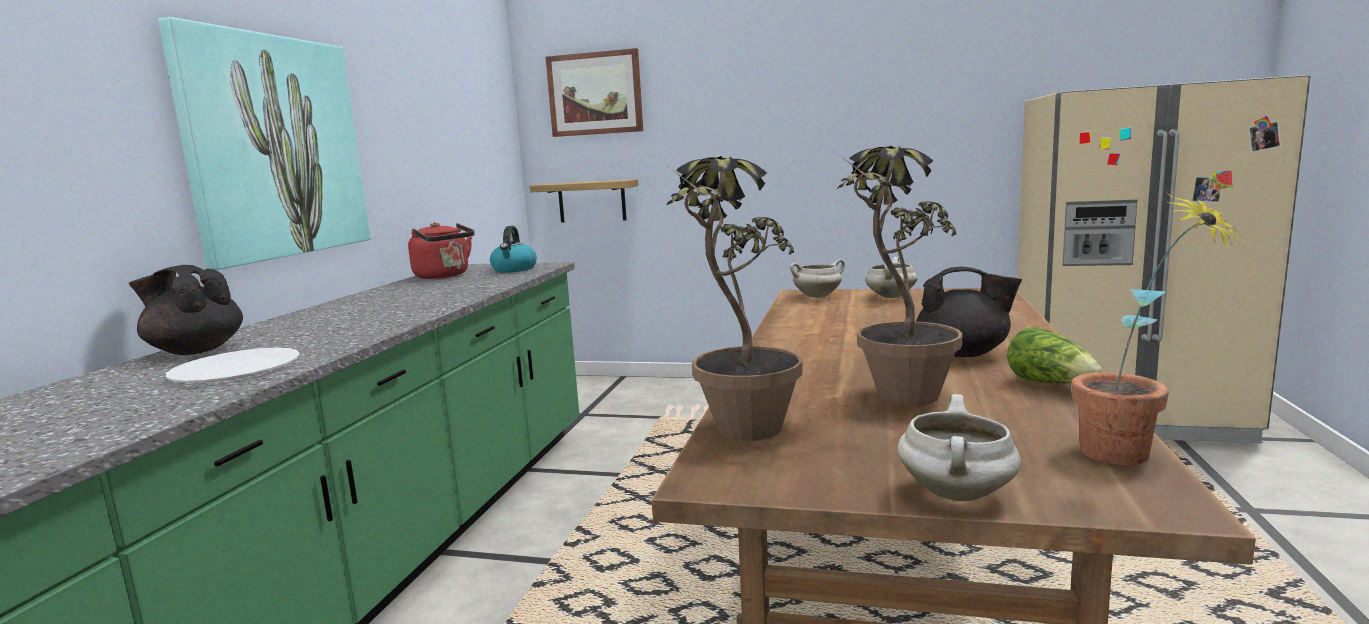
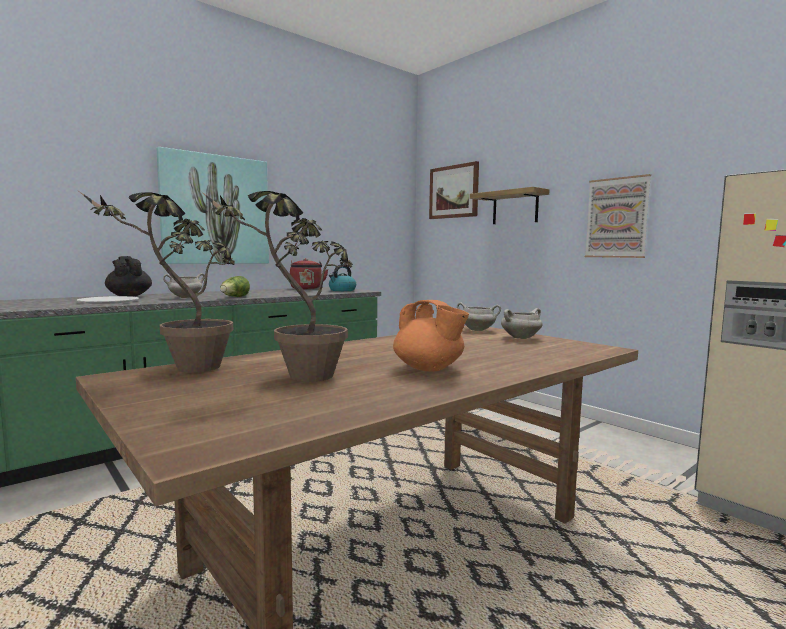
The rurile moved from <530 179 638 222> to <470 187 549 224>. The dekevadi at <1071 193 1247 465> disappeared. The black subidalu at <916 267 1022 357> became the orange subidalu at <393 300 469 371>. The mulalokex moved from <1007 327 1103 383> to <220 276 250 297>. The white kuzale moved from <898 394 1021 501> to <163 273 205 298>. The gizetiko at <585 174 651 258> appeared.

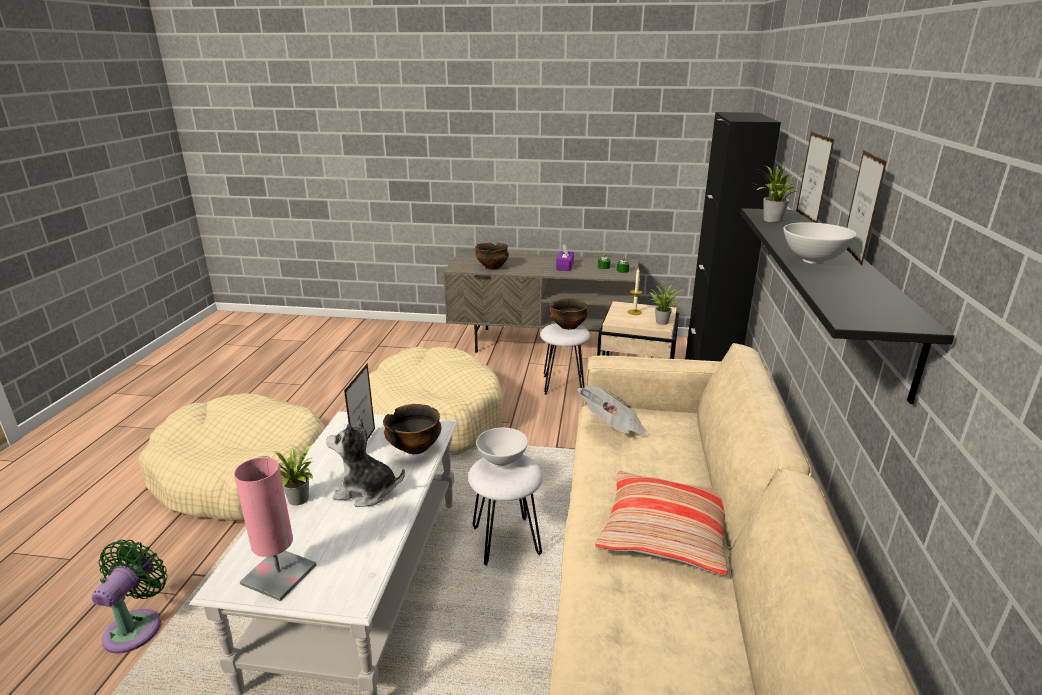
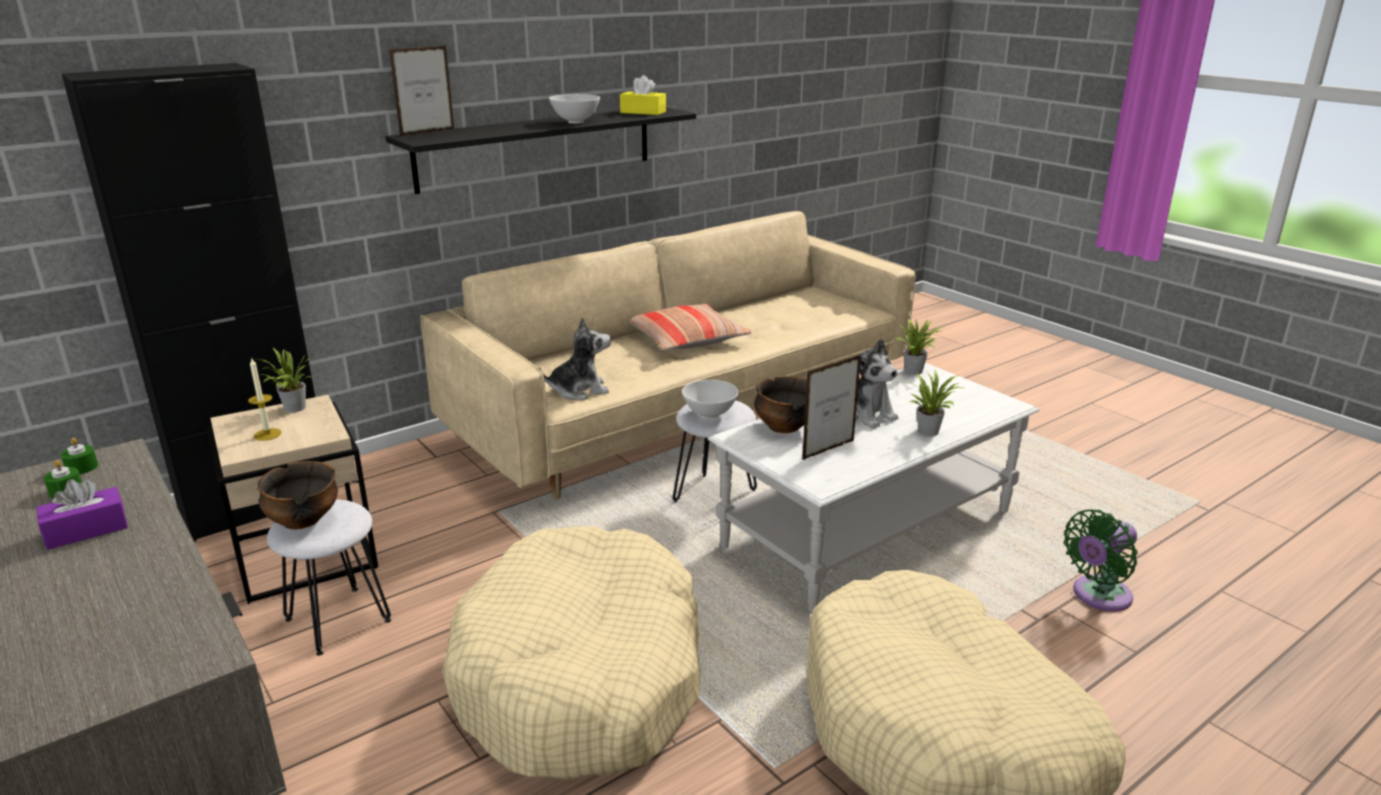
The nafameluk at <846 150 887 265> disappeared. The dekevadi moved from <756 166 805 223> to <895 318 945 375>. The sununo at <475 243 509 270> disappeared. The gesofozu at <577 385 649 436> was replaced by the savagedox at <539 317 611 400>. The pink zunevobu at <234 457 317 601> disappeared. The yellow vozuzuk at <620 75 666 115> appeared.

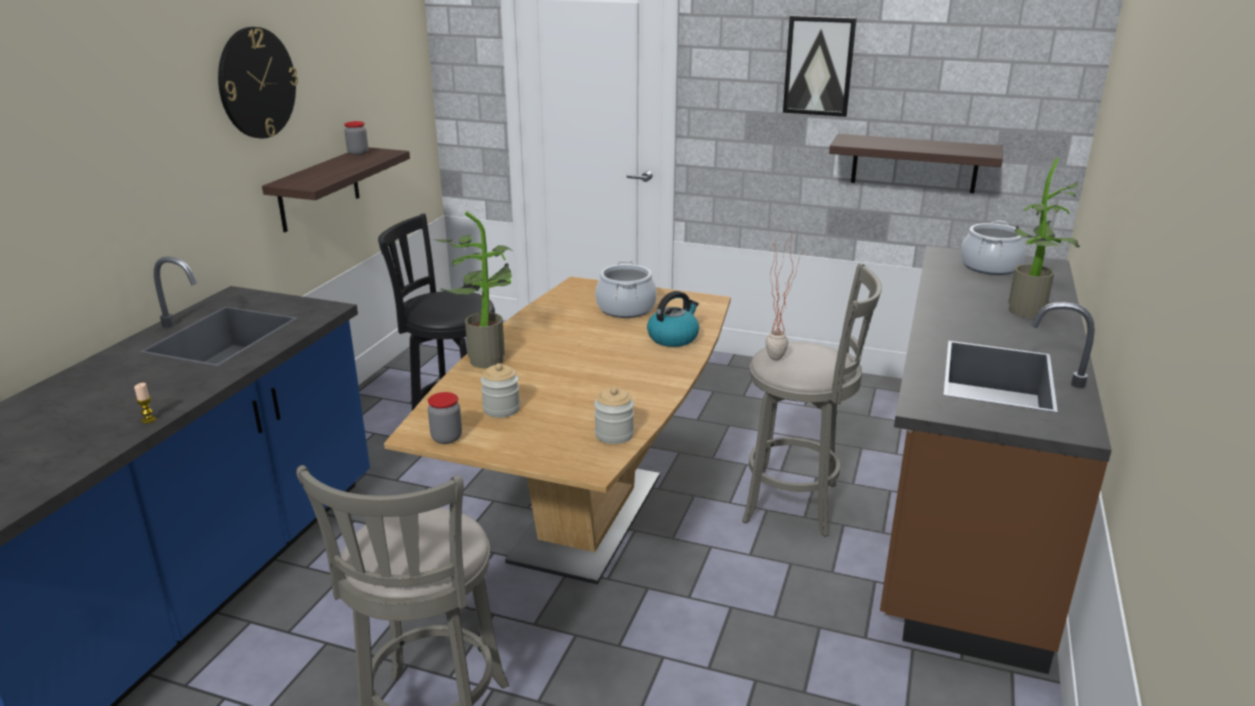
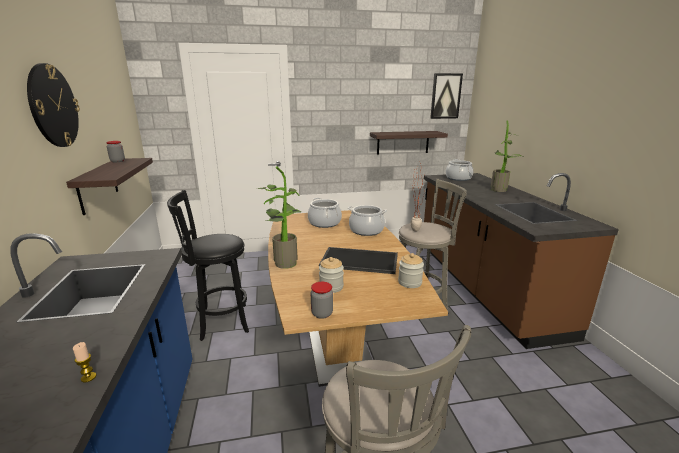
The gizetiko moved from <783 15 857 117> to <430 73 463 119>. The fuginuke at <647 291 699 347> was replaced by the kuzale at <348 205 387 236>. The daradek at <319 247 398 274> appeared.

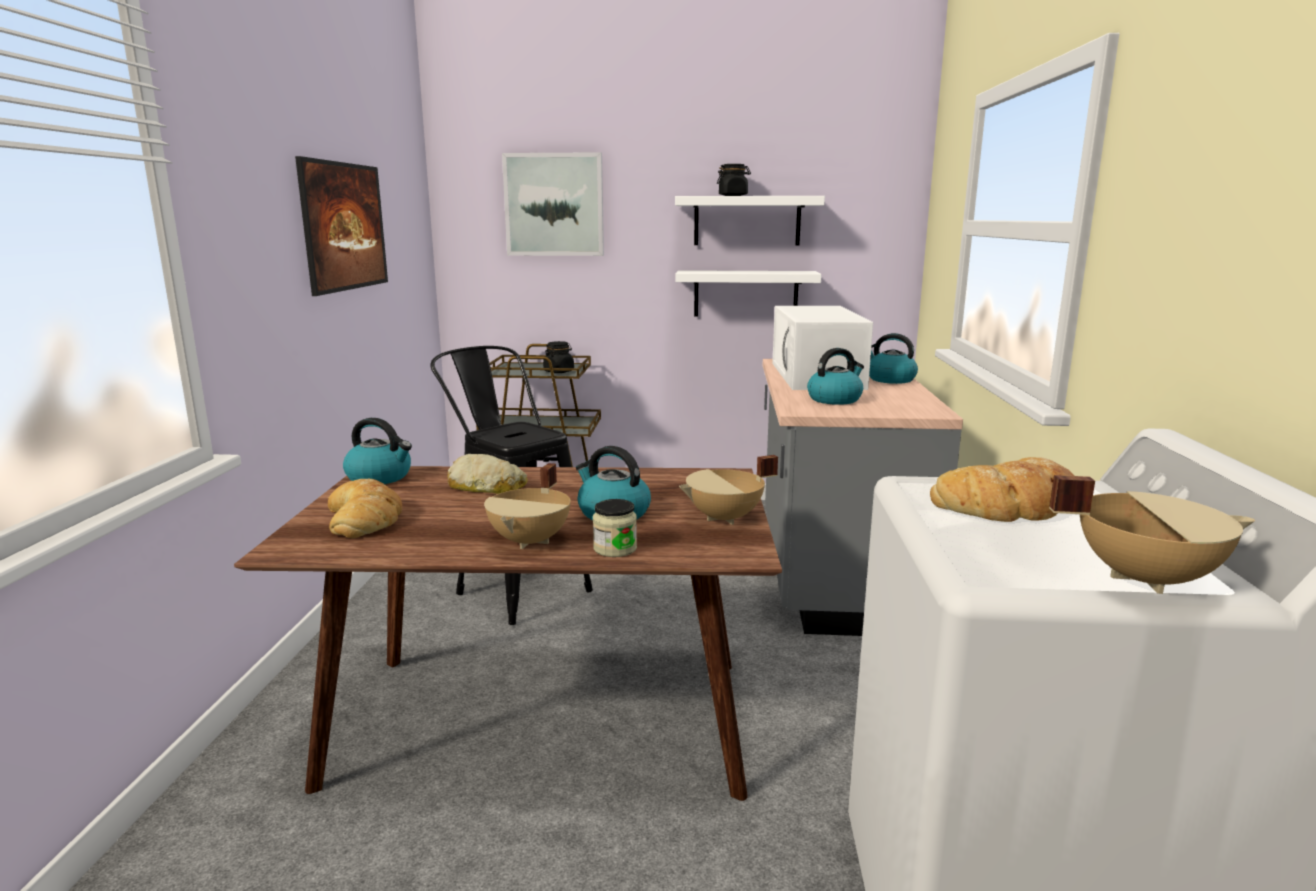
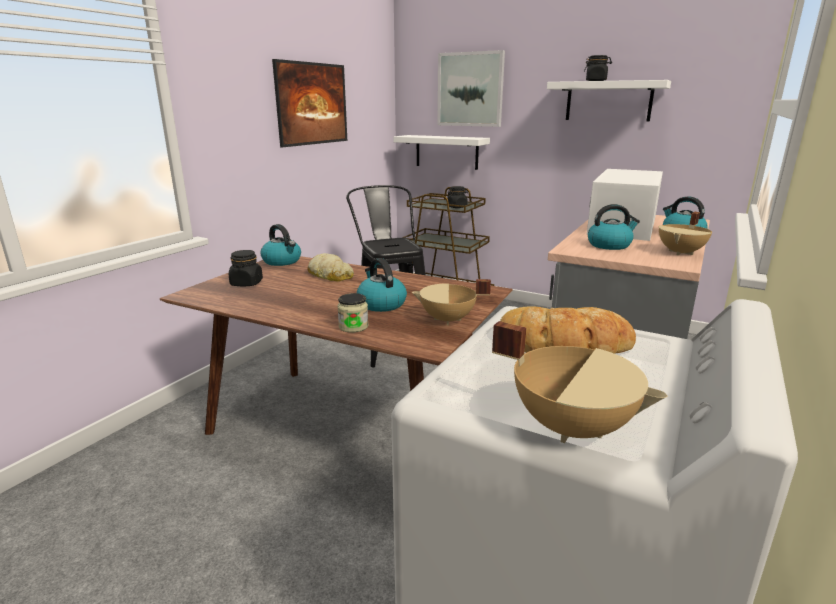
The white rurile moved from <675 270 822 317> to <394 135 490 170>. The beige kuzale moved from <484 463 571 549> to <659 212 712 255>. The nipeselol at <328 478 402 538> was replaced by the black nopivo at <229 250 263 286>.

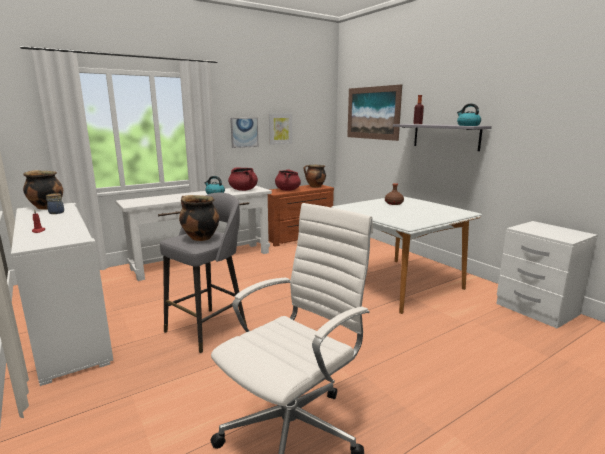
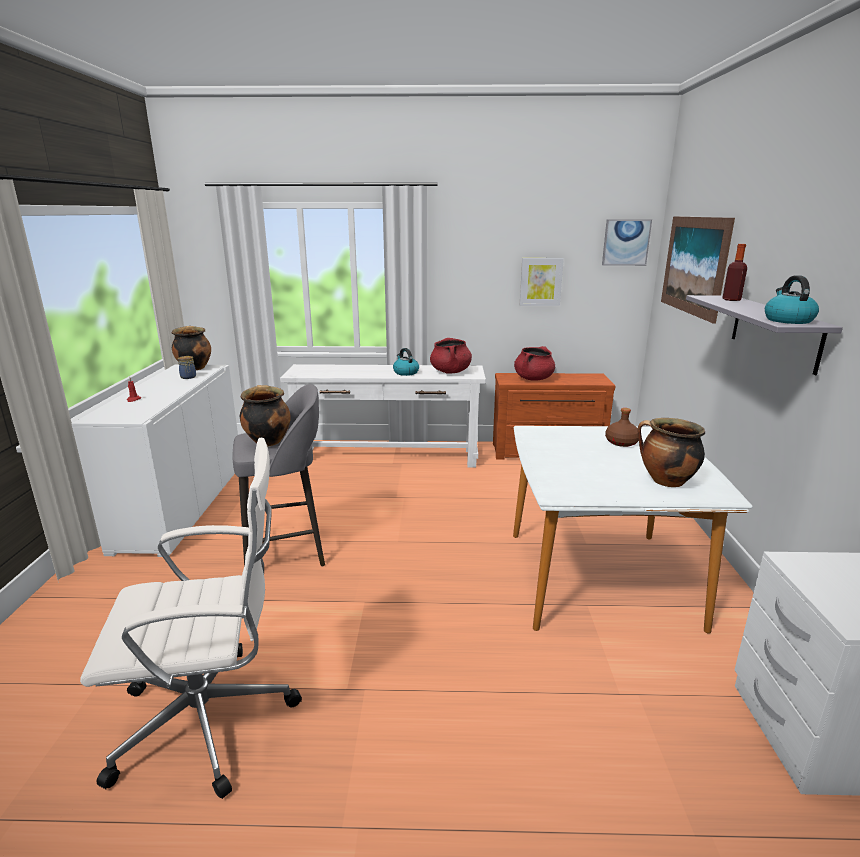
The gizetiko moved from <230 118 258 148> to <602 219 652 266>. The kuzale moved from <304 165 326 188> to <638 418 705 487>.

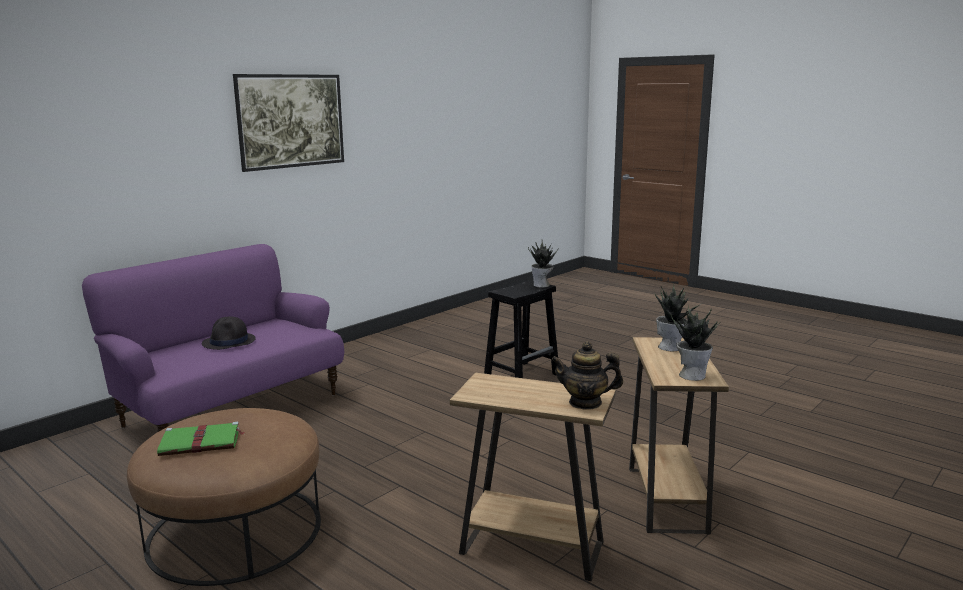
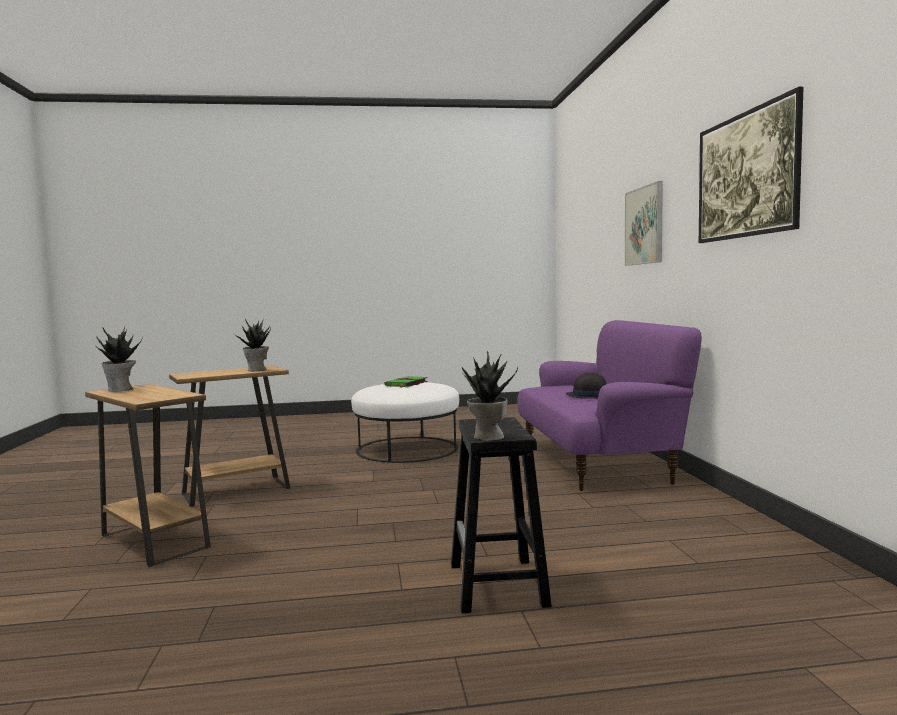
The dekevadi moved from <654 285 703 351> to <234 319 271 371>. The subidalu at <551 341 623 410> disappeared. The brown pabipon at <127 408 321 586> became the white pabipon at <351 382 459 463>. The gizetiko at <625 181 663 266> appeared.

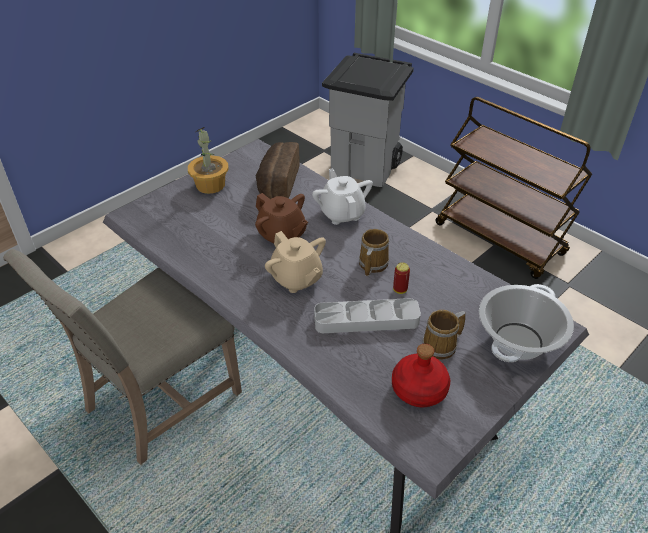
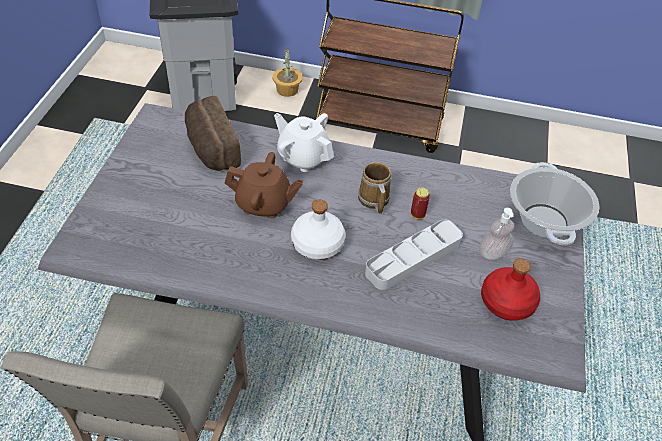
The dekevadi moved from <188 127 229 194> to <272 48 303 97>. The beige subidalu at <265 231 326 293> was replaced by the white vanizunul at <291 200 346 260>. The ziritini at <422 310 465 360> was replaced by the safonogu at <479 208 515 260>.

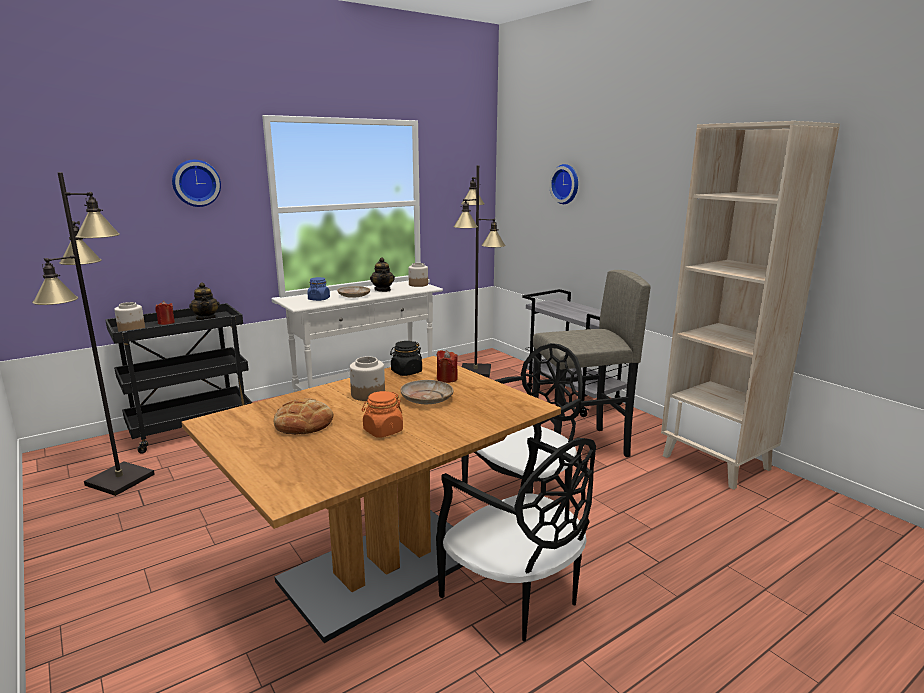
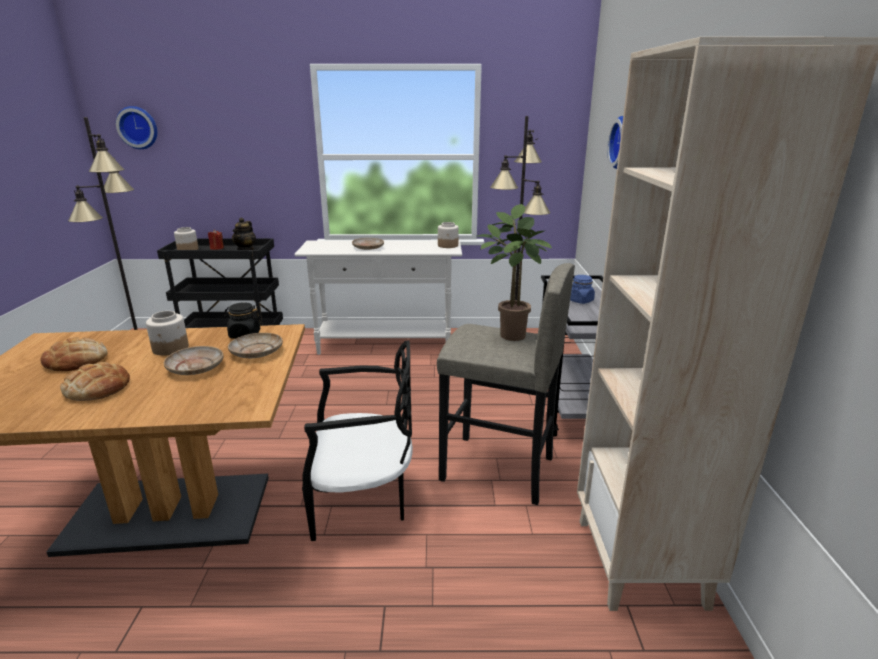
The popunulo moved from <172 160 221 207> to <116 106 157 149>. The subidalu at <370 257 395 292> disappeared. The blue nopivo moved from <307 277 330 301> to <570 275 595 304>. The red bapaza at <436 350 458 383> was replaced by the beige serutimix at <228 333 283 358>. The orange nopivo at <362 391 403 438> was replaced by the nipeselol at <60 362 130 401>. The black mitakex at <436 437 596 642> disappeared. The dekevadi at <477 204 552 341> appeared.

